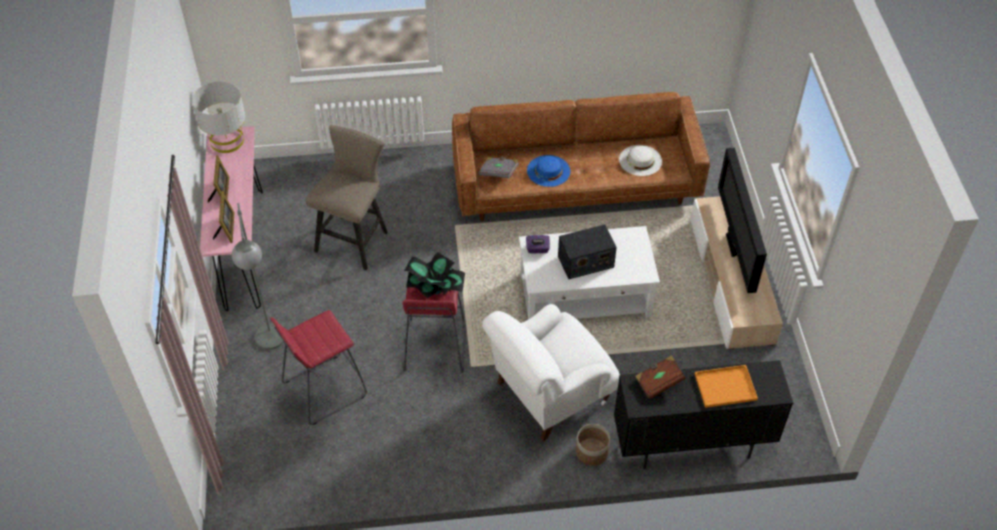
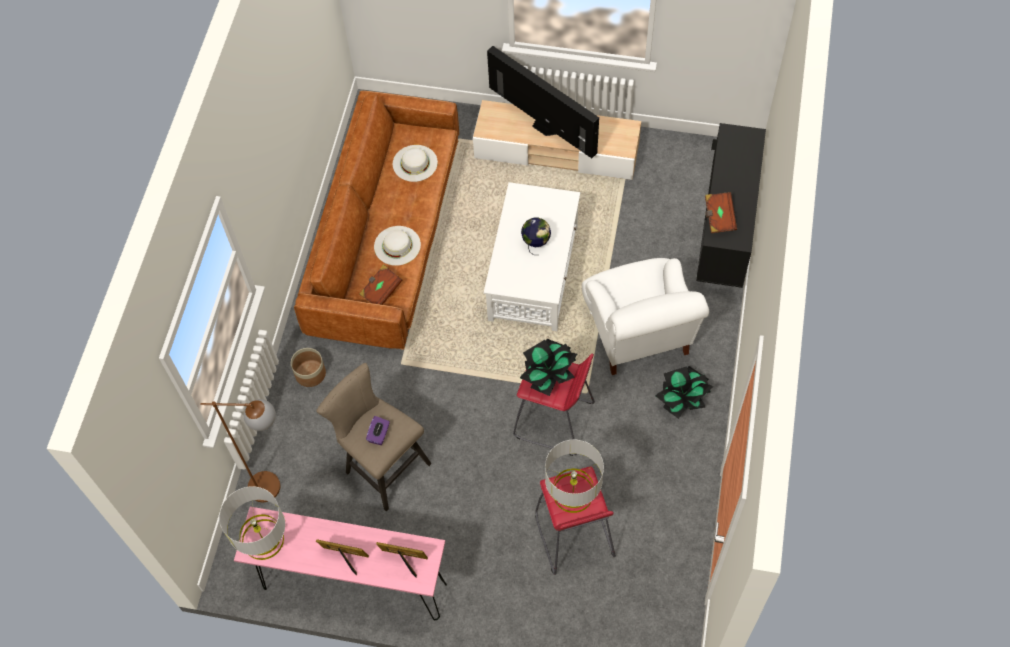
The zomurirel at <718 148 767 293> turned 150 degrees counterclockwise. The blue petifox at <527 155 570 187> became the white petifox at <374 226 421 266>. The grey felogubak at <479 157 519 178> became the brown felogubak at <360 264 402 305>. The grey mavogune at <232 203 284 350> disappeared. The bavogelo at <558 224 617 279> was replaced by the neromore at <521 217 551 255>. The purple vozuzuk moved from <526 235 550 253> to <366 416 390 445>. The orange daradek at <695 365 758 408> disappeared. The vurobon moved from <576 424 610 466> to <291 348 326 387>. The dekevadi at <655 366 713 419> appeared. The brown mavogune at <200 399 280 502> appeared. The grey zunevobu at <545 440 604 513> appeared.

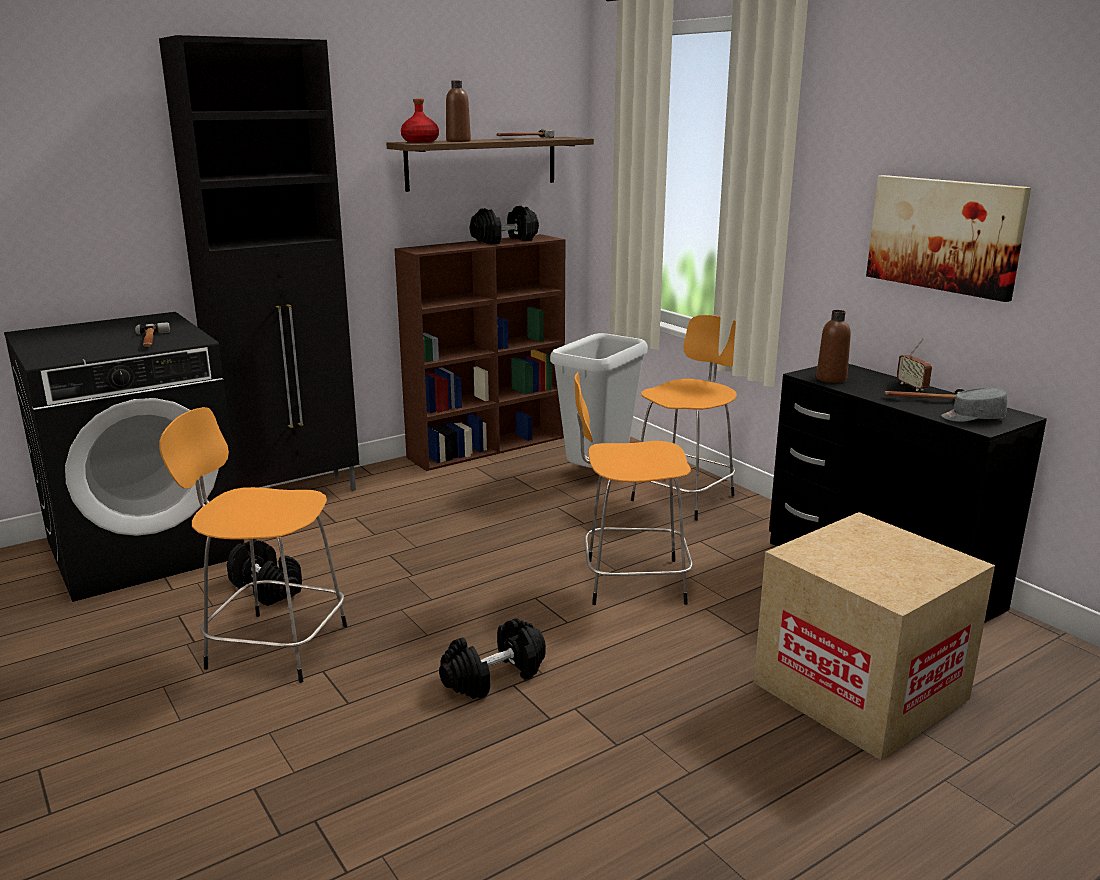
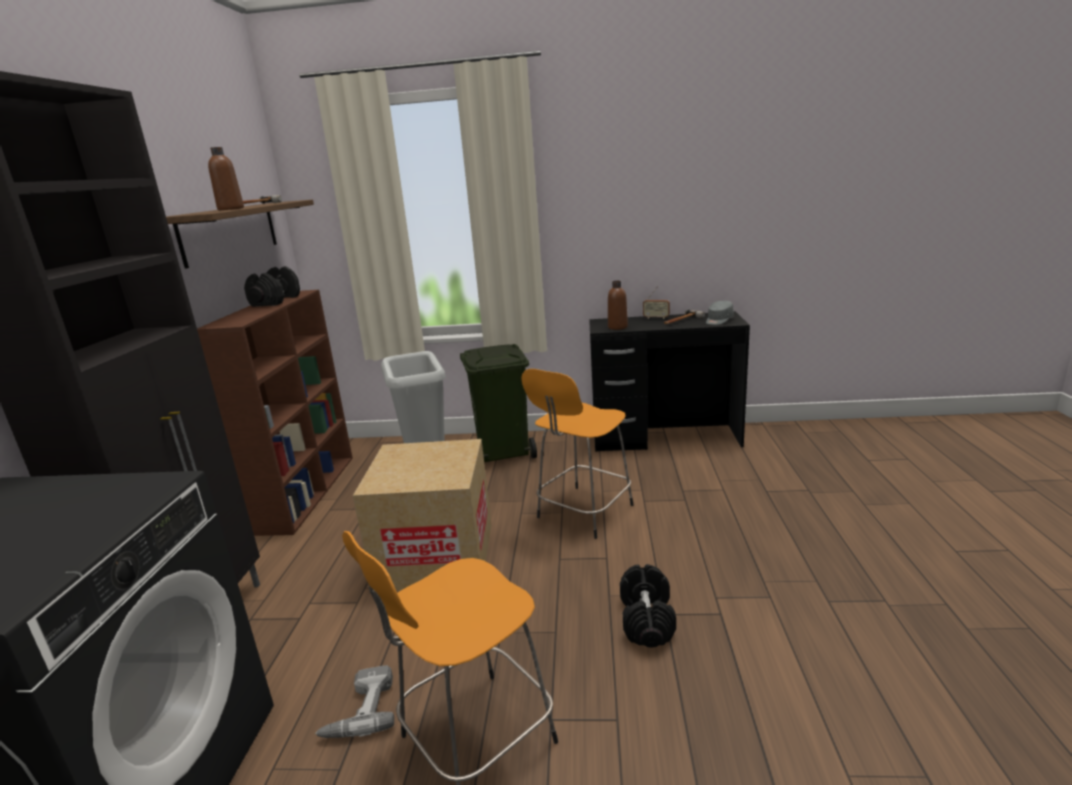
The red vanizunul at <401 99 439 143> disappeared. The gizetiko at <866 175 1031 302> disappeared. The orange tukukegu at <631 315 737 521> was replaced by the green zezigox at <460 344 537 462>. The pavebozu at <135 322 170 347> disappeared. The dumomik moved from <753 512 995 760> to <353 439 491 591>. The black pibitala at <227 539 302 606> was replaced by the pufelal at <315 665 394 738>.

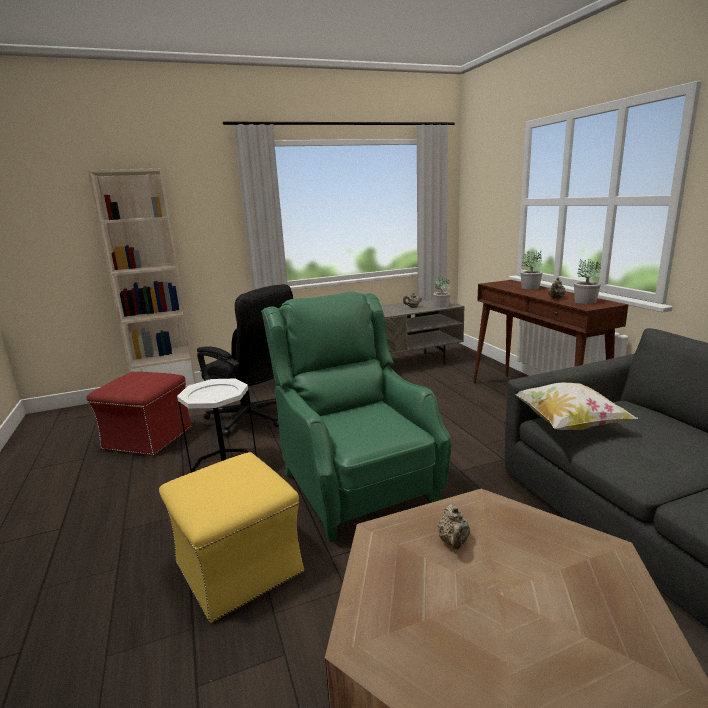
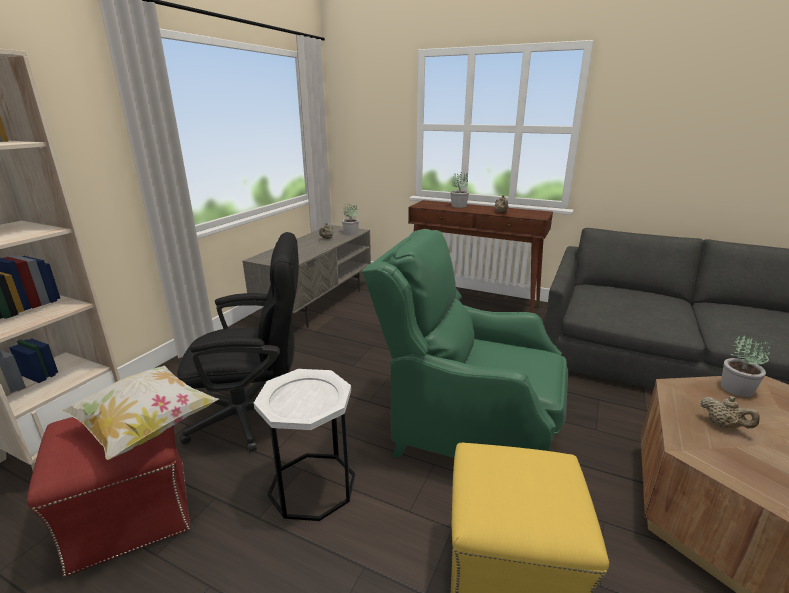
The dekevadi moved from <574 259 601 304> to <721 335 772 397>. The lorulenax moved from <516 382 638 430> to <60 365 219 460>.

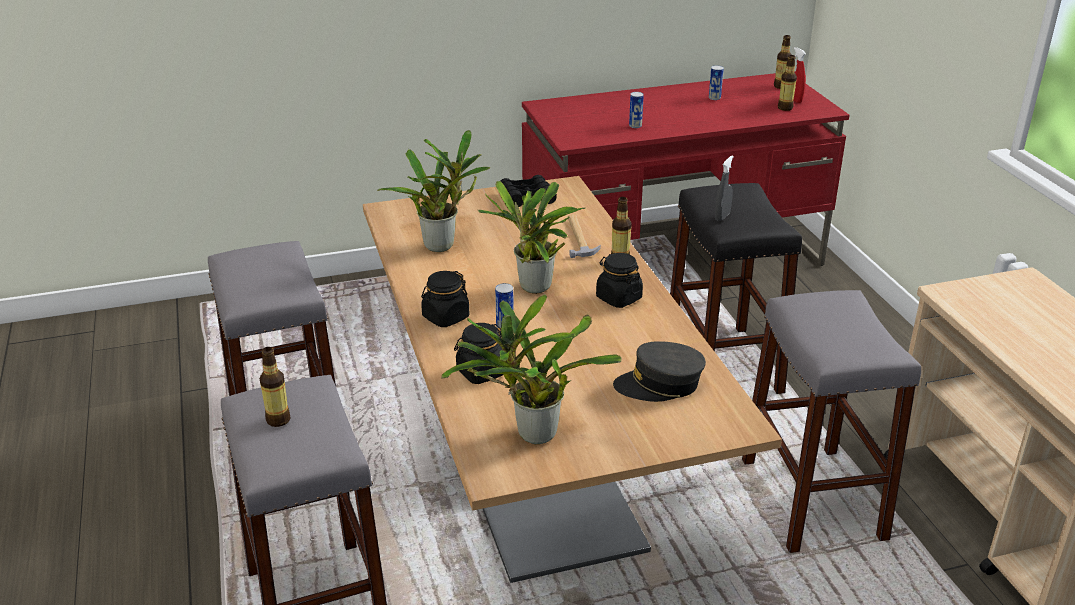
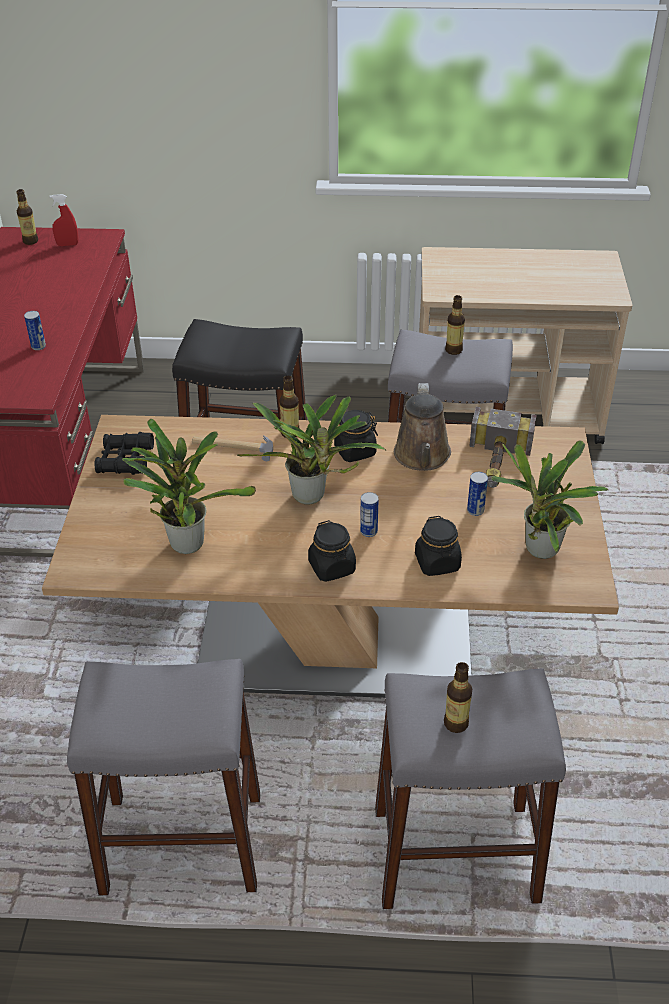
The vanizunul moved from <778 55 797 111> to <445 295 465 355>. The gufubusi moved from <709 65 724 100> to <467 472 488 516>. The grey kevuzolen at <715 155 734 221> disappeared. The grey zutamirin at <613 341 706 402> was replaced by the pavebozu at <469 407 537 488>. The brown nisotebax at <394 383 451 471> appeared.

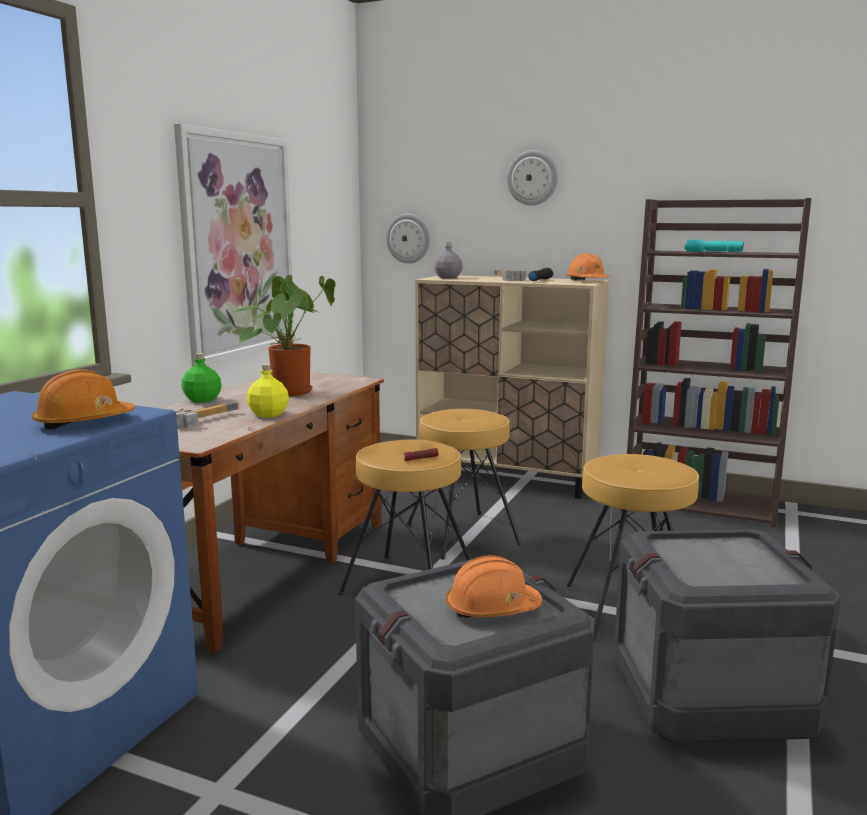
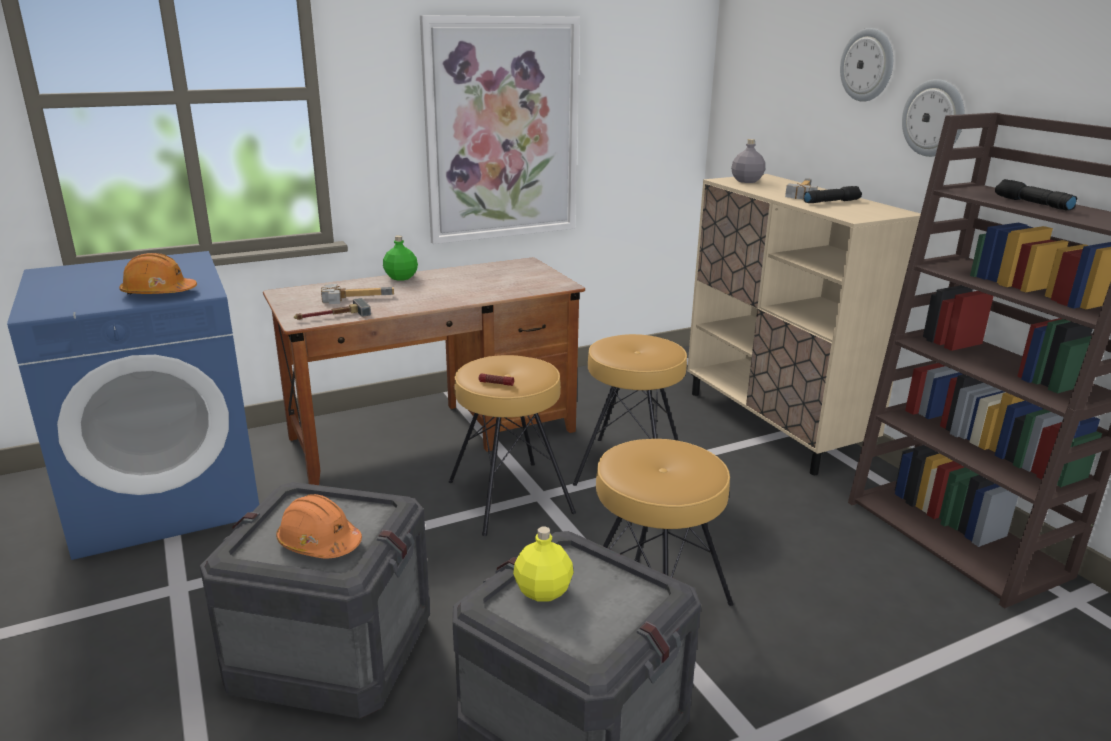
The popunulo moved from <386 214 430 264> to <902 79 965 157>. The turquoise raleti at <685 240 744 252> became the black raleti at <995 179 1078 210>. The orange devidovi at <566 253 610 280> disappeared. The dekevadi at <234 275 336 396> disappeared. The yellow vanizunul moved from <247 364 289 418> to <513 527 574 602>. The pavebozu at <294 298 371 320> appeared.

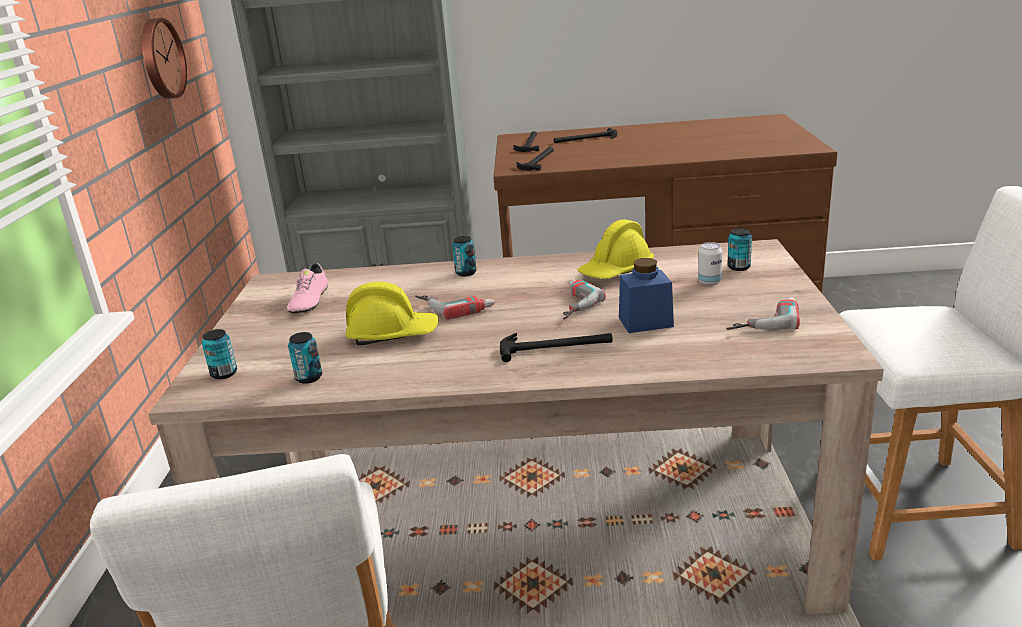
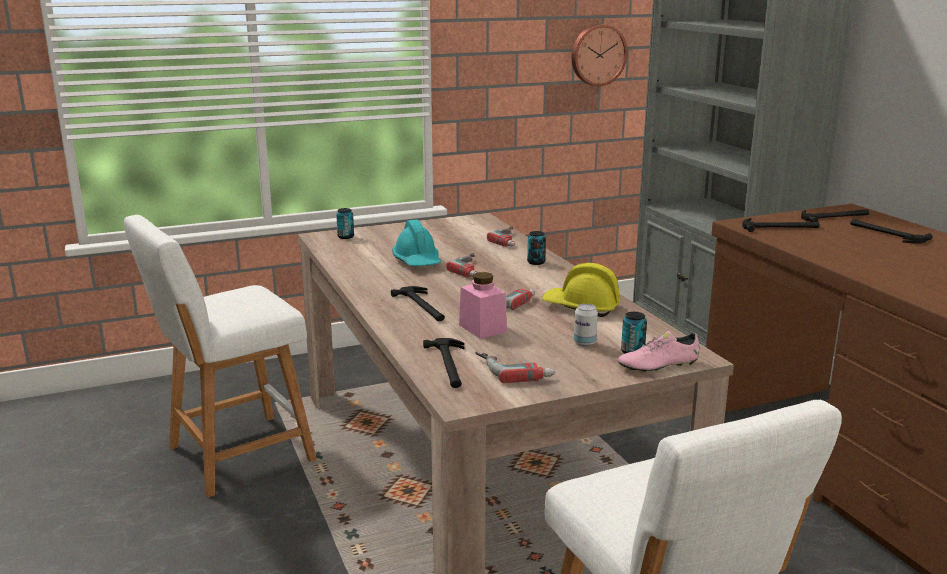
The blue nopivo at <619 258 674 333> became the pink nopivo at <459 272 507 339>. The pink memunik moved from <287 263 328 314> to <618 331 700 373>. The yellow devidovi at <345 282 439 345> became the turquoise devidovi at <392 220 441 266>. The gufubusi at <288 332 322 384> disappeared. The pufelal at <487 226 515 247> appeared. The pavebozu at <423 338 465 388> appeared.

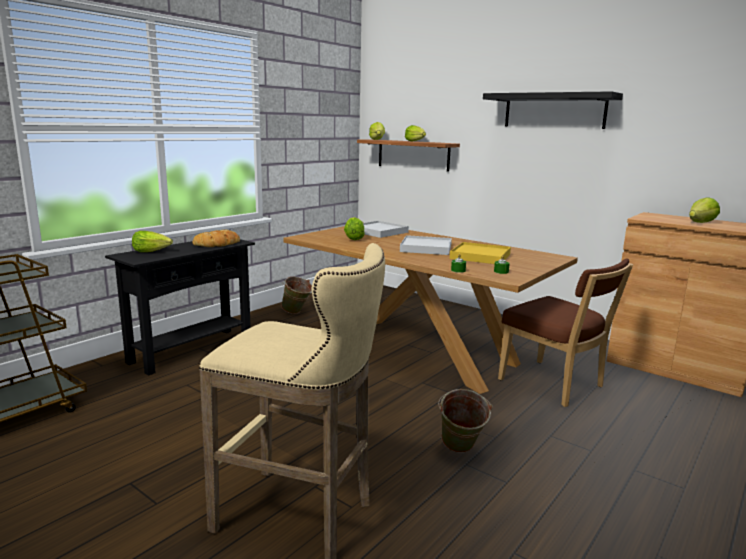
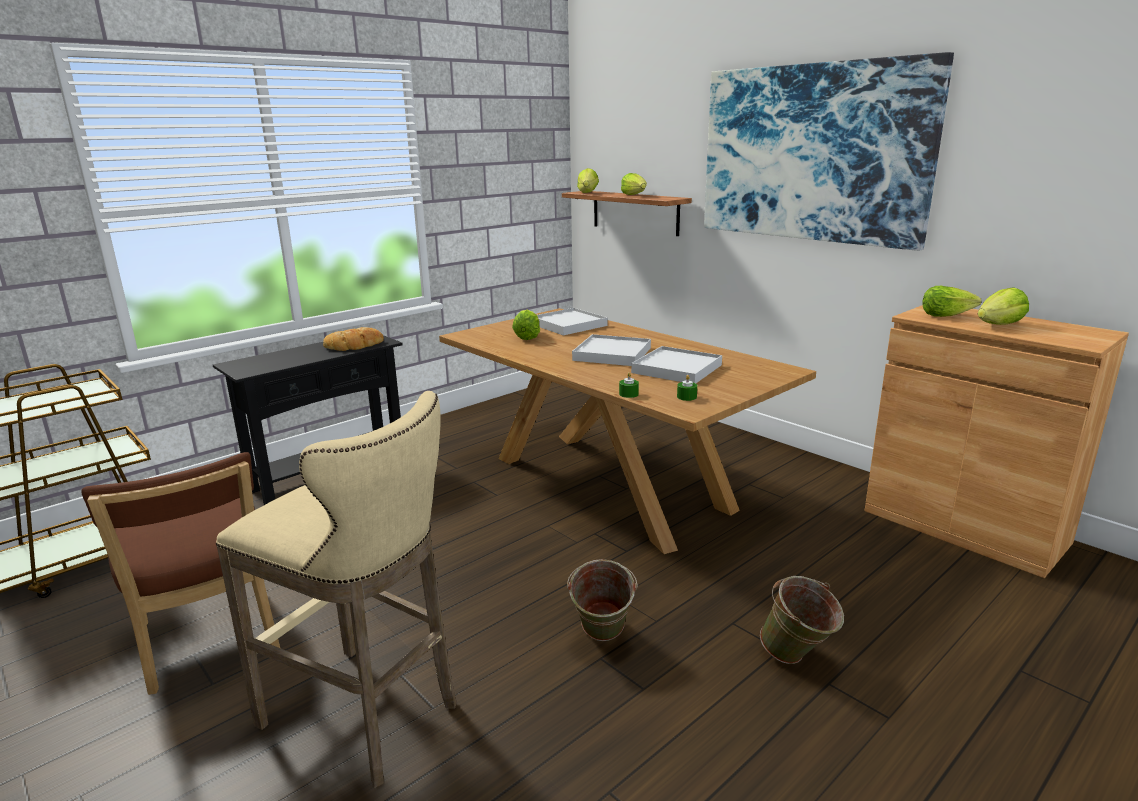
The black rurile at <483 91 623 129> was replaced by the gizetiko at <704 52 954 251>. The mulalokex moved from <132 231 173 252> to <923 286 982 317>. The yellow daradek at <450 242 511 264> became the white daradek at <631 346 722 383>. The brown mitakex moved from <498 258 633 407> to <81 452 280 695>. The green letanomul moved from <281 277 312 314> to <760 576 844 664>.

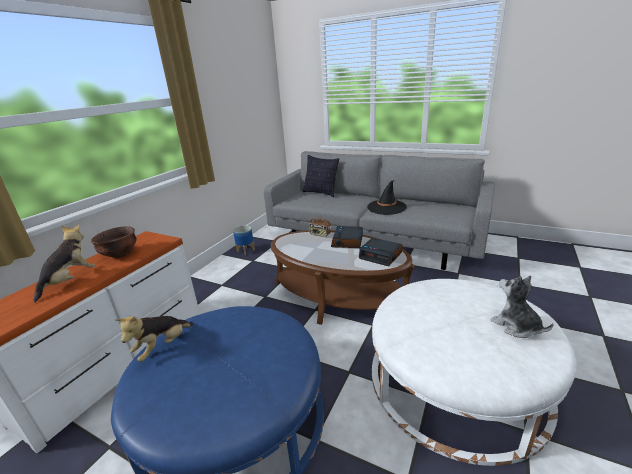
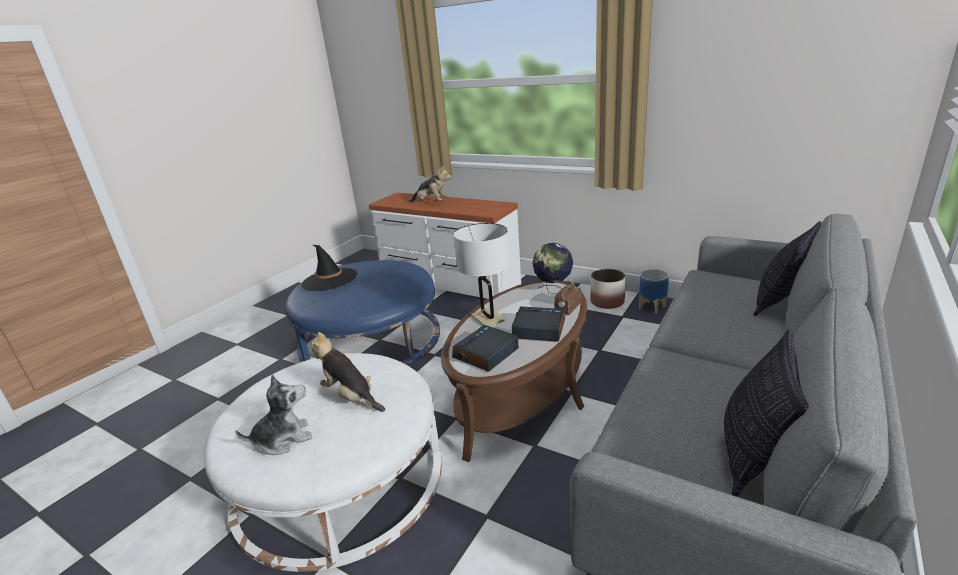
The black petifox moved from <367 180 407 215> to <302 245 357 291>. The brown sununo at <91 226 137 258> disappeared. The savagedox moved from <115 316 194 362> to <309 332 385 412>. The white zunevobu at <453 223 510 326> appeared. The neromore at <532 243 573 294> appeared. The vurobon at <590 269 625 309> appeared. The lorulenax at <724 329 809 497> appeared.

